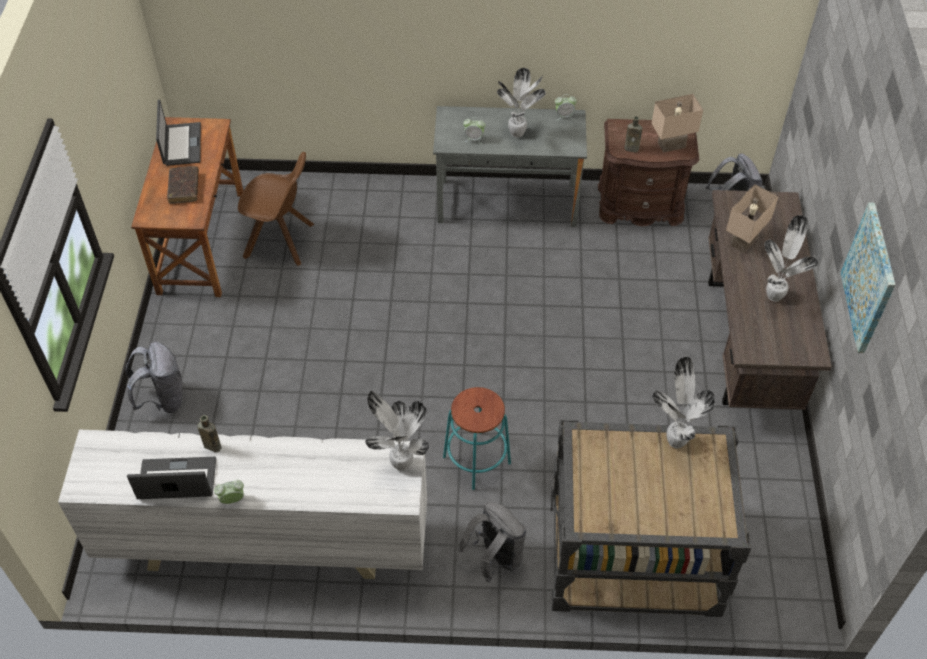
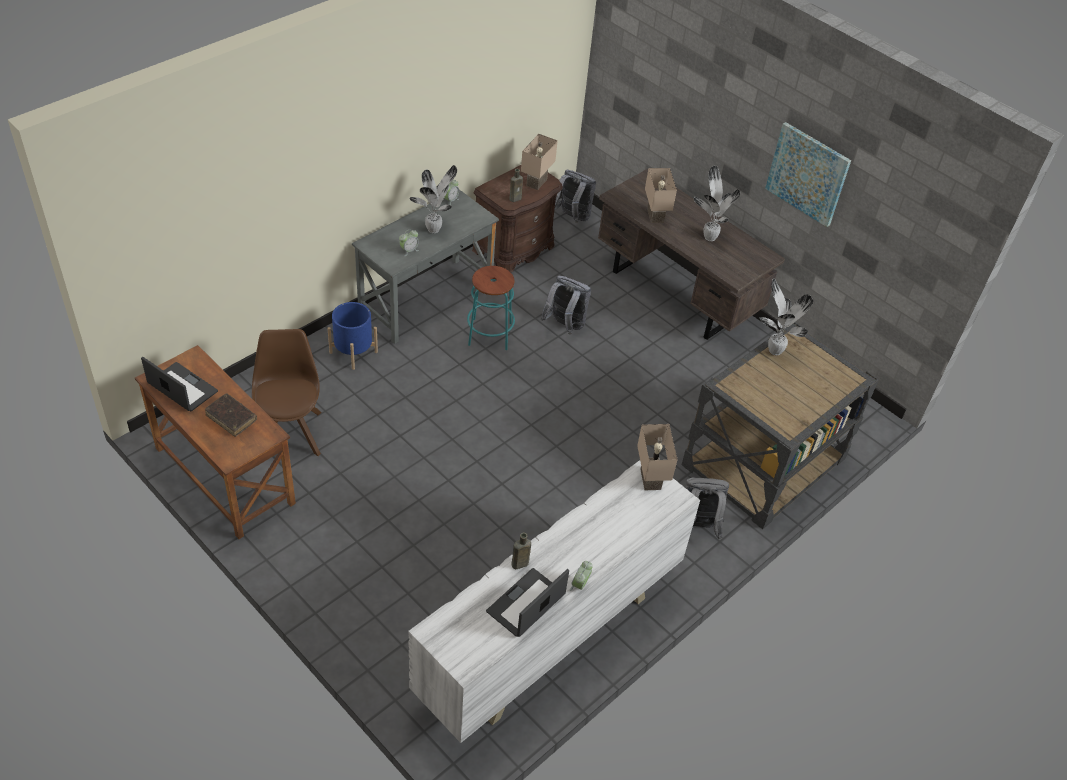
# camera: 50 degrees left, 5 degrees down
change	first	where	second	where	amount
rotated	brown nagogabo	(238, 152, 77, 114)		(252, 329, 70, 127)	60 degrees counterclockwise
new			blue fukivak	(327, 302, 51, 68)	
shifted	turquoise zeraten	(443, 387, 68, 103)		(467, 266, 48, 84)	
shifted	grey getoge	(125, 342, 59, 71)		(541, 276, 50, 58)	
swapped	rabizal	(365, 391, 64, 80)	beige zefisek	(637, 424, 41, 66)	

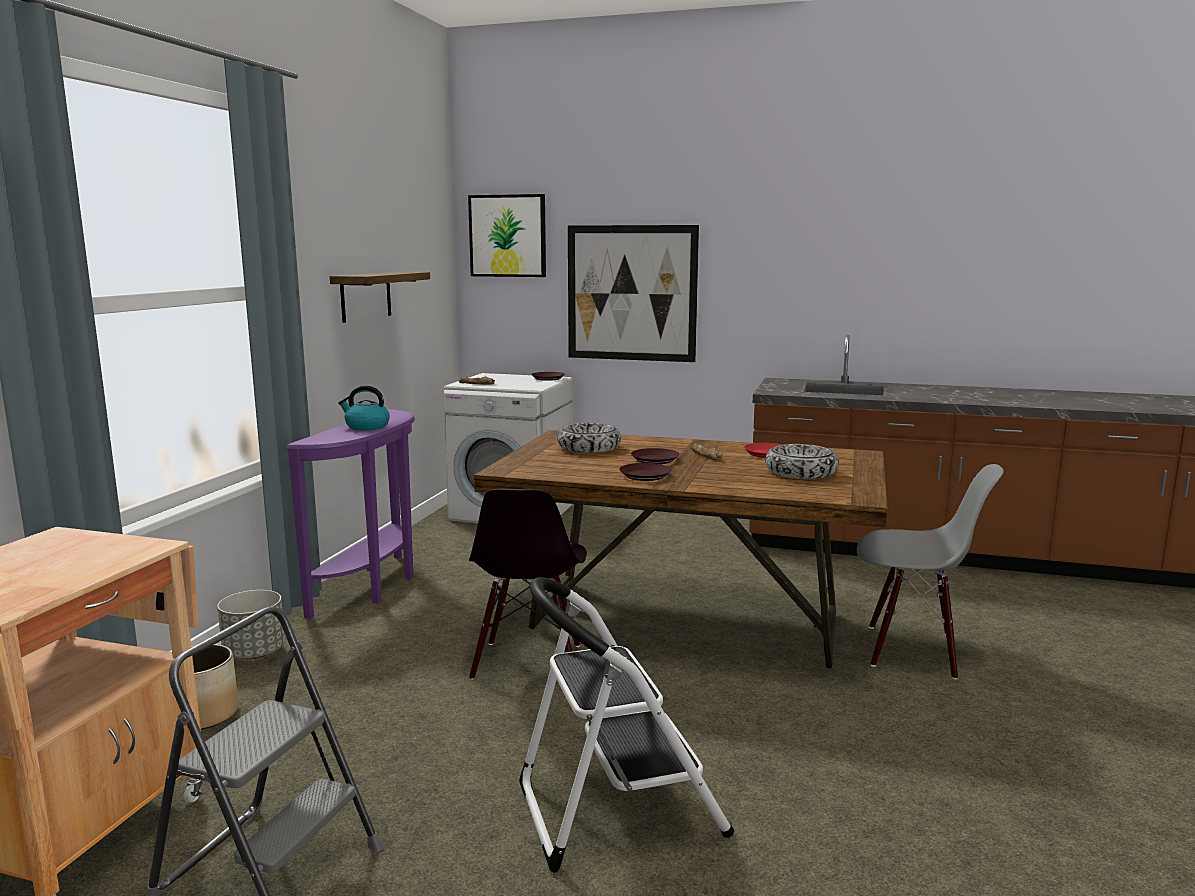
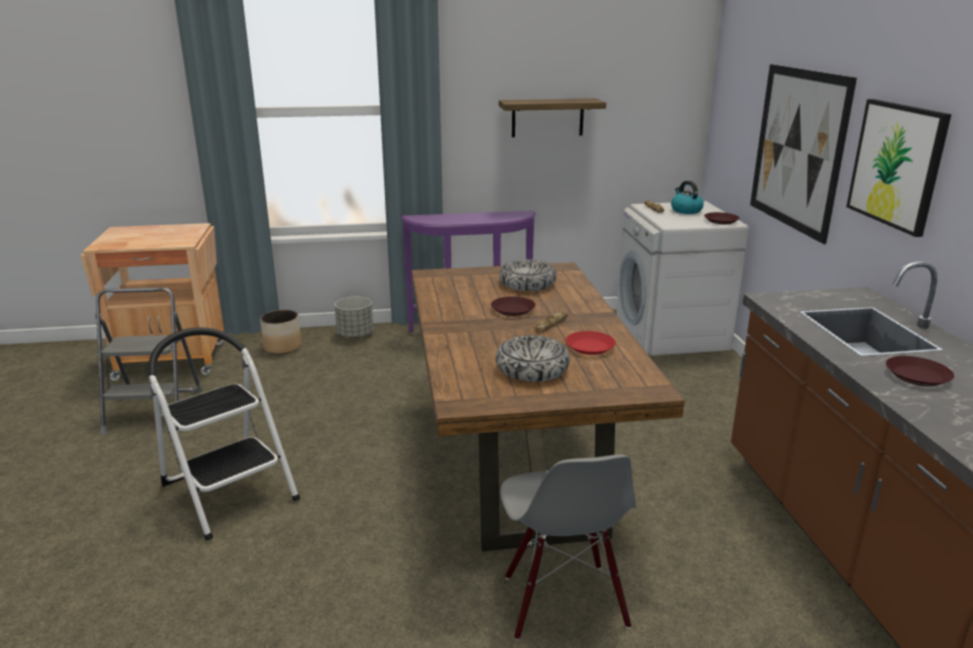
# camera: 65 degrees right, 10 degrees up
change	first	where	second	where	amount
shifted	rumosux	(338, 386, 52, 44)		(671, 181, 33, 33)	
shifted	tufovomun	(468, 194, 78, 83)		(846, 99, 105, 138)	
shifted	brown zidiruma	(619, 463, 52, 18)		(886, 356, 68, 30)	
gone	black nagogabo	(469, 489, 118, 191)			

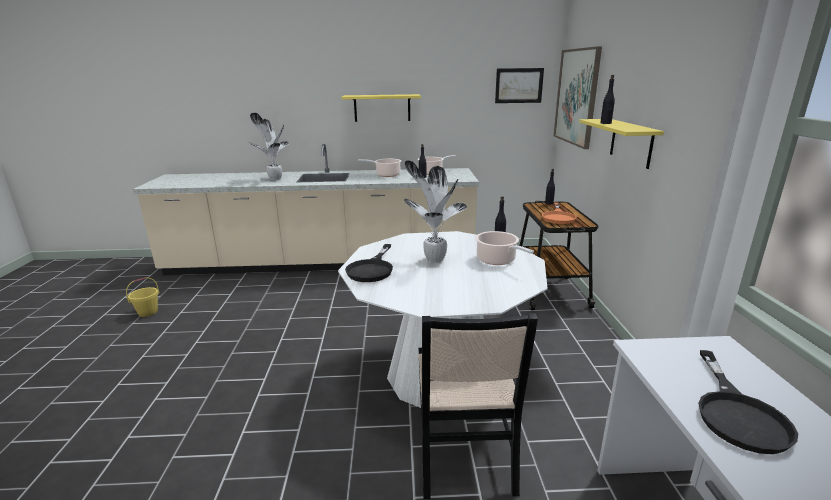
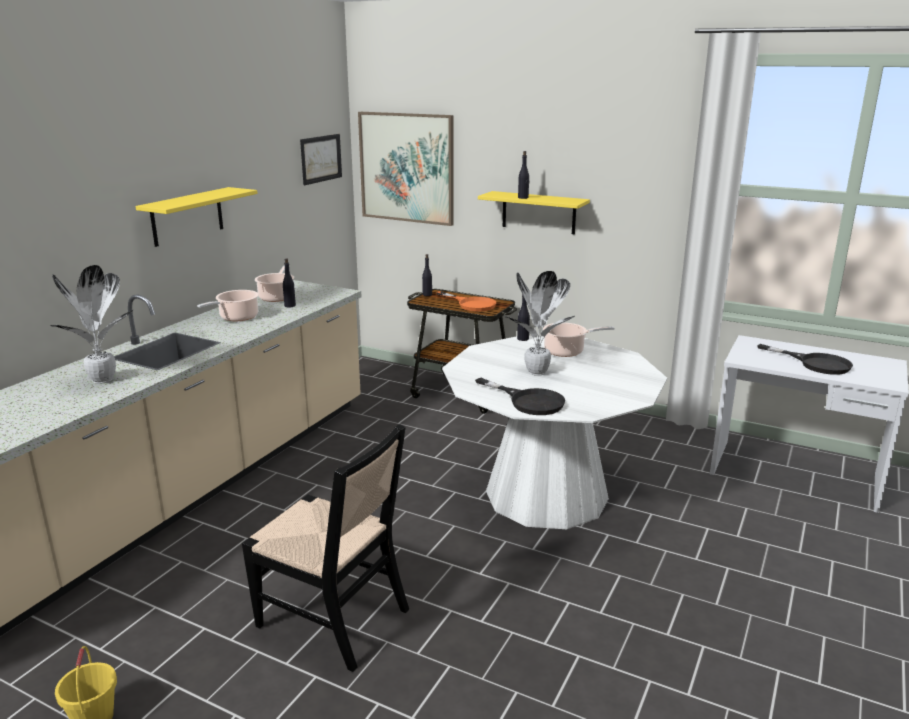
# camera: 60 degrees left, 0 degrees up
change	first	where	second	where	amount
shifted	nagogabo	(419, 313, 119, 186)		(242, 424, 167, 248)	

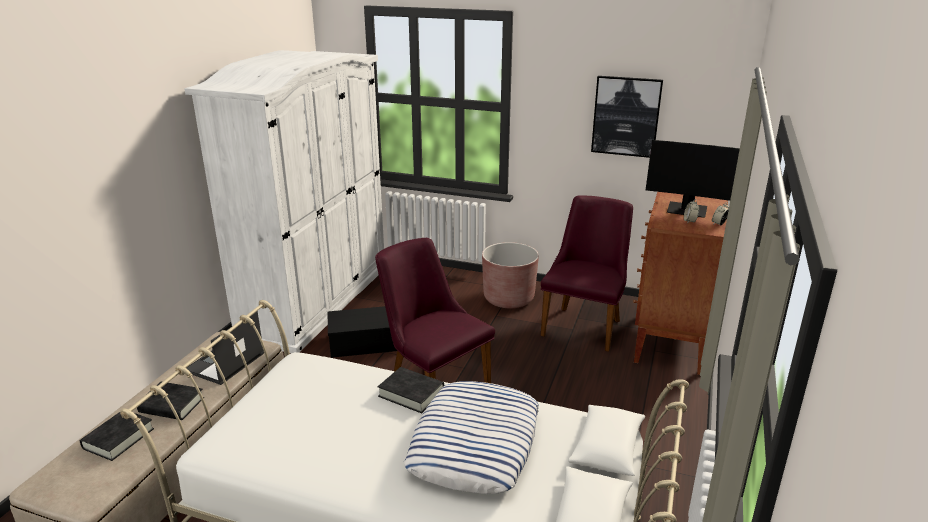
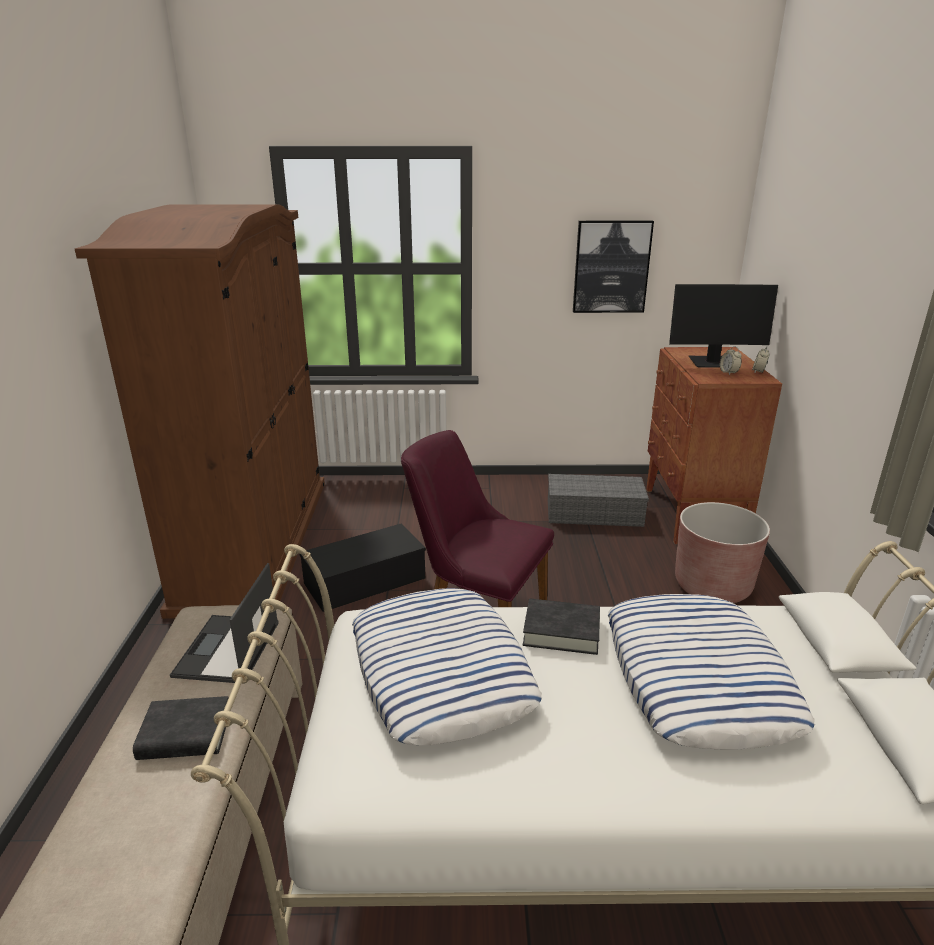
# camera: 20 degrees left, 0 degrees up
change	first	where	second	where	amount
repainted	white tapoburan	(184, 50, 200, 303)	brown tapoburan	(75, 204, 250, 415)	
new			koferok	(352, 588, 190, 157)	
swapped	purple nagogabo	(541, 196, 92, 156)	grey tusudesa	(548, 474, 101, 53)	
shifted	brown fukivak	(482, 242, 57, 66)		(675, 502, 95, 101)	
gone	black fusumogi	(80, 412, 74, 49)			

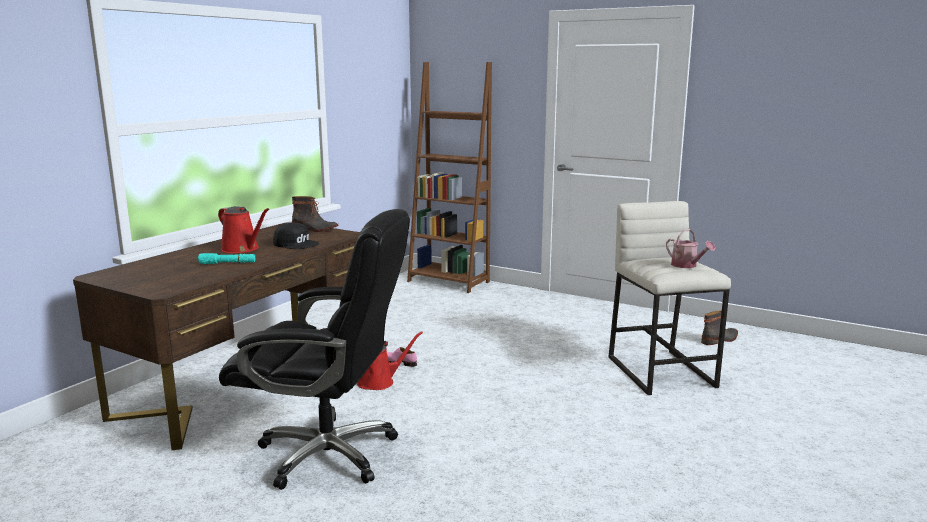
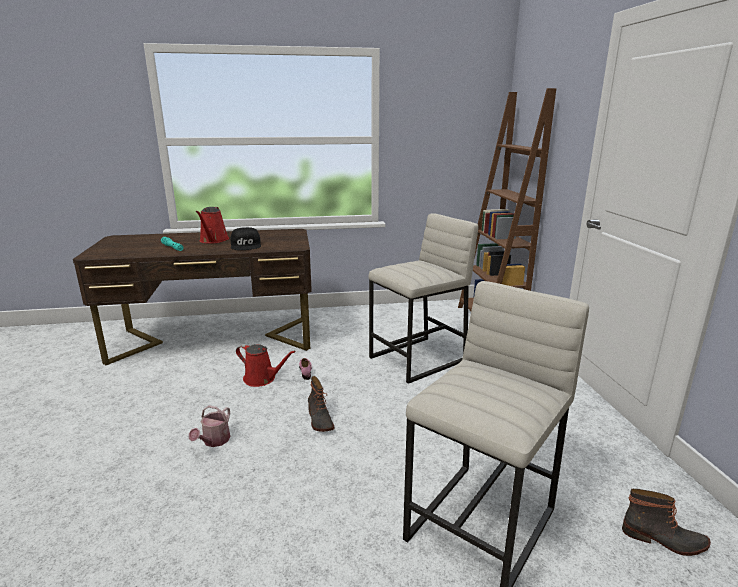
# camera: 50 degrees right, 5 degrees up
change	first	where	second	where	amount
shifted	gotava	(666, 229, 49, 39)		(189, 405, 41, 42)	
shifted	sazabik	(292, 196, 46, 36)		(308, 376, 26, 56)	
new			beige zeraten	(368, 213, 111, 171)	
gone	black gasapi	(219, 209, 191, 281)			

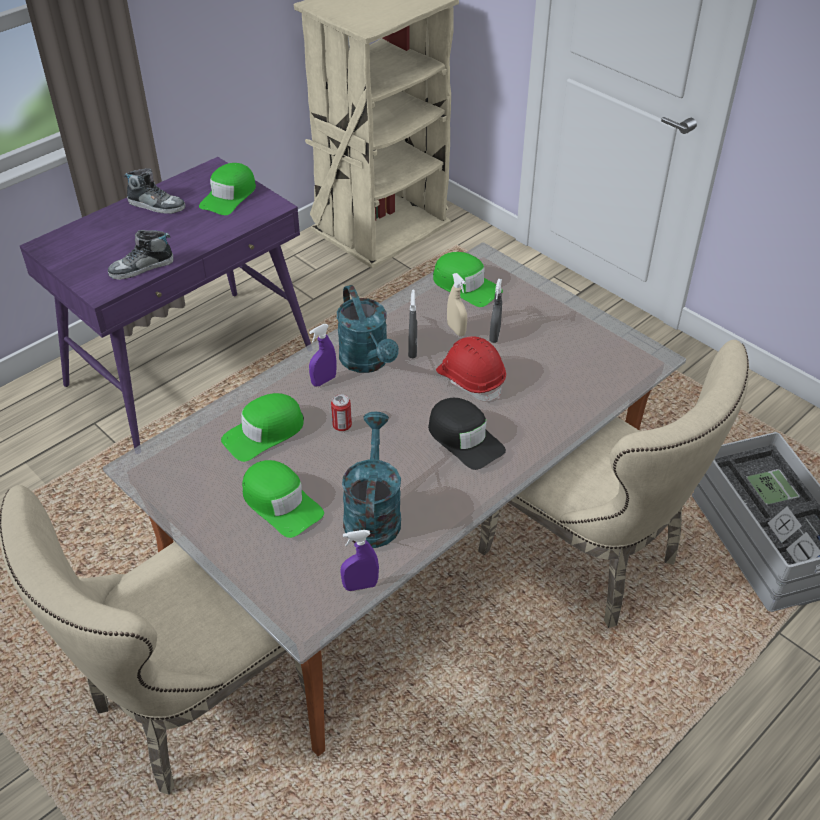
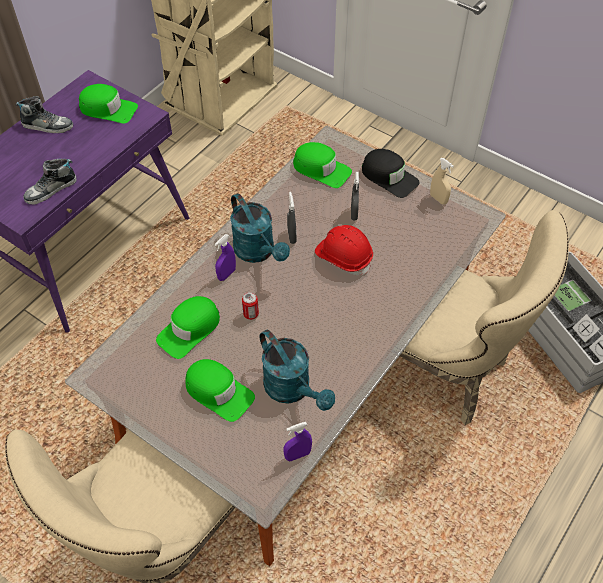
# camera: 10 degrees left, 10 degrees up
change	first	where	second	where	amount
rotated	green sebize	(199, 163, 57, 52)		(79, 84, 59, 39)	90 degrees counterclockwise
rotated	turquoise gotava	(342, 412, 59, 136)		(259, 329, 76, 82)	150 degrees clockwise
shifted	black sebize	(428, 398, 78, 72)		(362, 149, 58, 49)	
shifted	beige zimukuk	(447, 273, 20, 63)		(430, 158, 24, 47)	

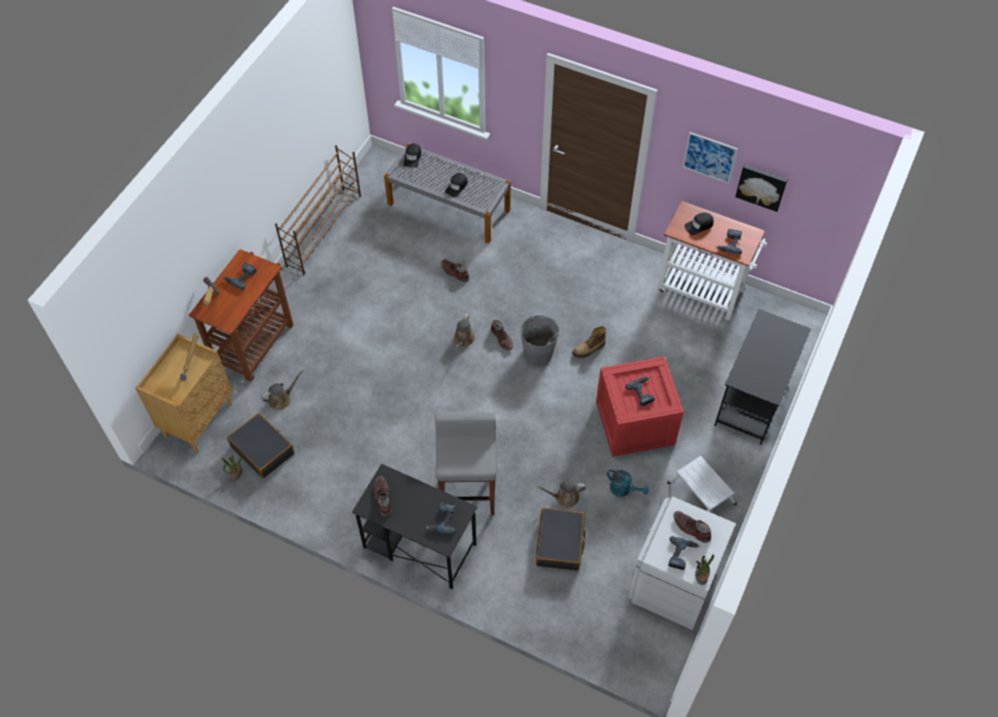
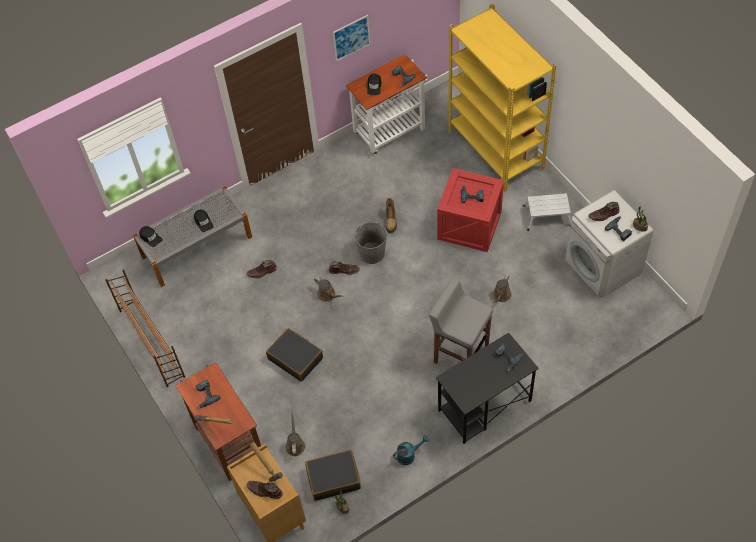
# camera: 55 degrees left, 0 degrees up
change	first	where	second	where	amount
shifted	brown sazabik	(374, 476, 17, 40)		(247, 481, 36, 18)	
shifted	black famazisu	(536, 508, 50, 63)		(266, 328, 57, 54)	
shifted	turquoise gotava	(607, 469, 42, 28)		(393, 435, 36, 30)	
swapped	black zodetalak	(714, 309, 97, 136)	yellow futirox	(448, 3, 108, 189)	
gone	tufovomun	(735, 165, 52, 47)			

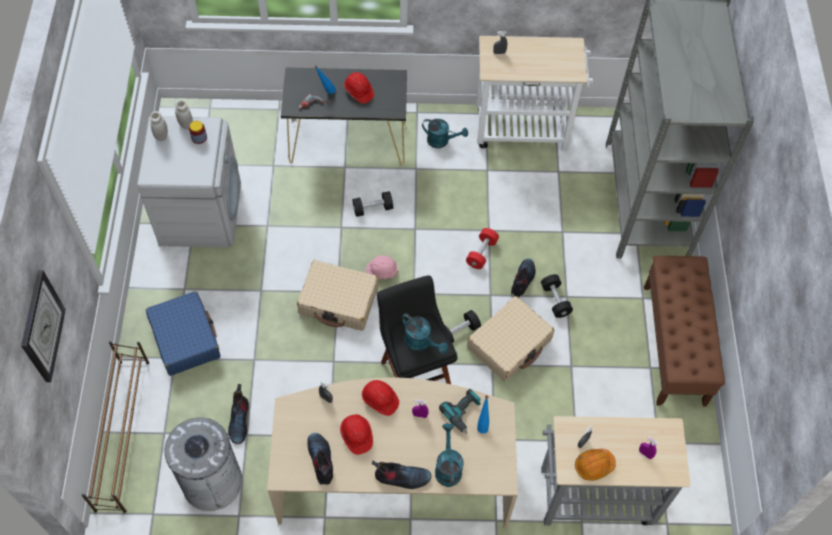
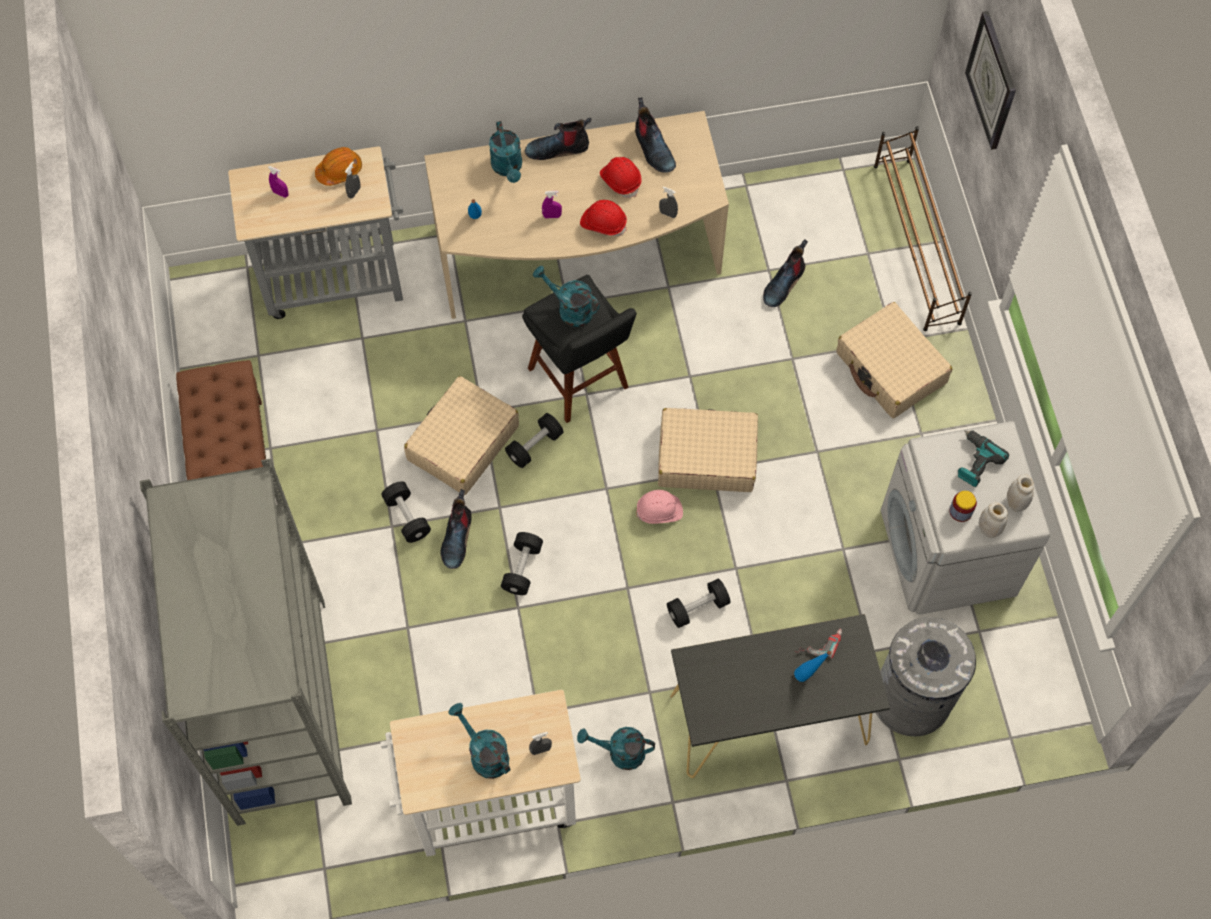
# camera: 170 degrees right, 5 degrees up
change	first	where	second	where	amount
new			turquoise gotava	(449, 703, 62, 76)	
repainted	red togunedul	(466, 228, 33, 41)	black togunedul	(501, 532, 42, 63)	
rotated	sazabik	(228, 384, 21, 60)		(763, 239, 45, 68)	135 degrees counterclockwise
repainted	blue famazisu	(146, 291, 75, 85)	beige famazisu	(836, 302, 116, 116)	
shifted	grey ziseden	(164, 417, 79, 94)		(875, 617, 101, 119)	
shifted	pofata	(439, 389, 42, 44)		(958, 430, 51, 57)	
gone	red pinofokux	(344, 72, 30, 32)			

